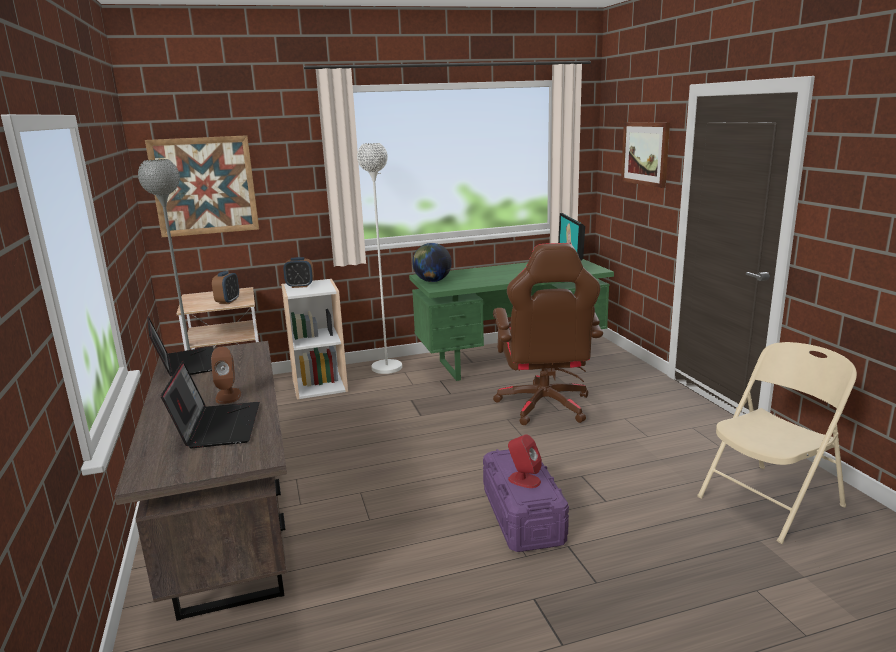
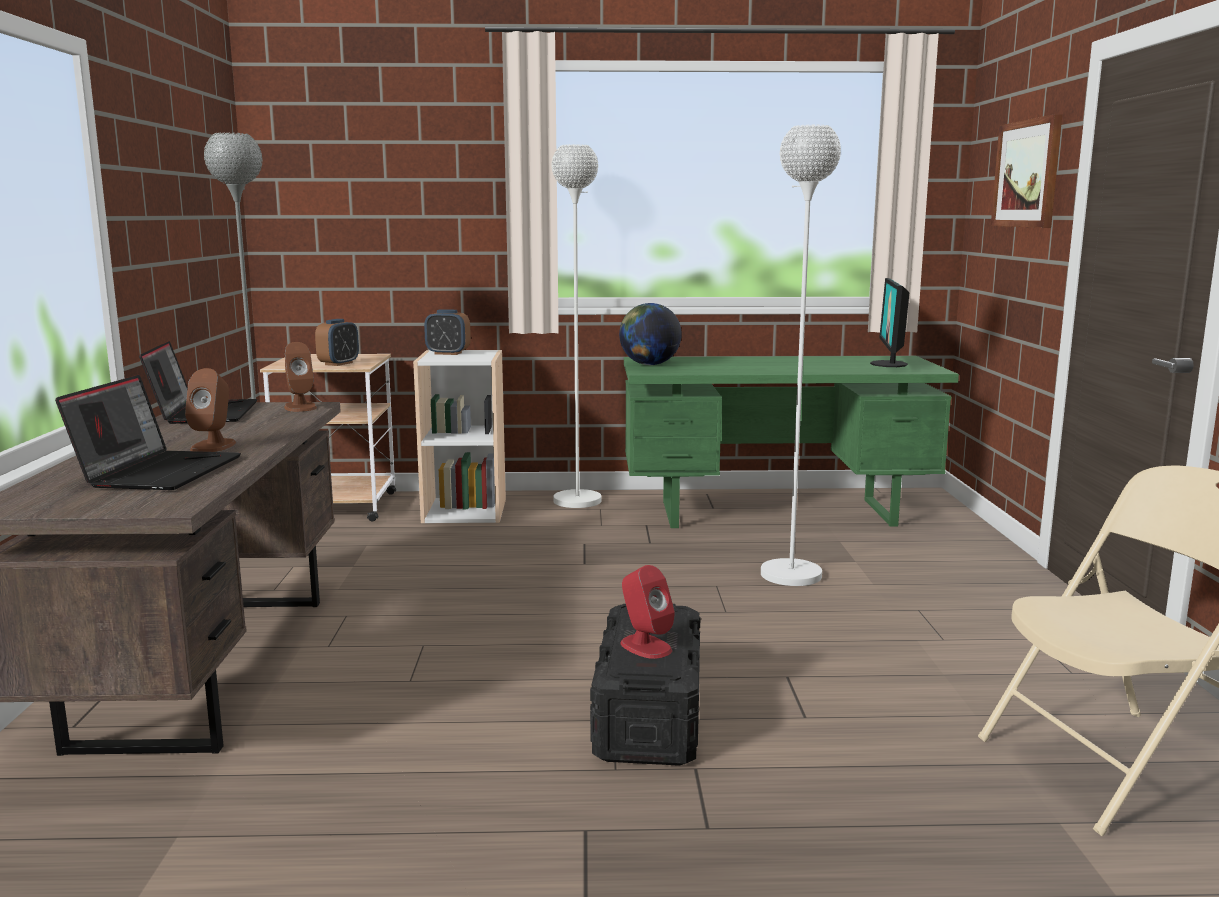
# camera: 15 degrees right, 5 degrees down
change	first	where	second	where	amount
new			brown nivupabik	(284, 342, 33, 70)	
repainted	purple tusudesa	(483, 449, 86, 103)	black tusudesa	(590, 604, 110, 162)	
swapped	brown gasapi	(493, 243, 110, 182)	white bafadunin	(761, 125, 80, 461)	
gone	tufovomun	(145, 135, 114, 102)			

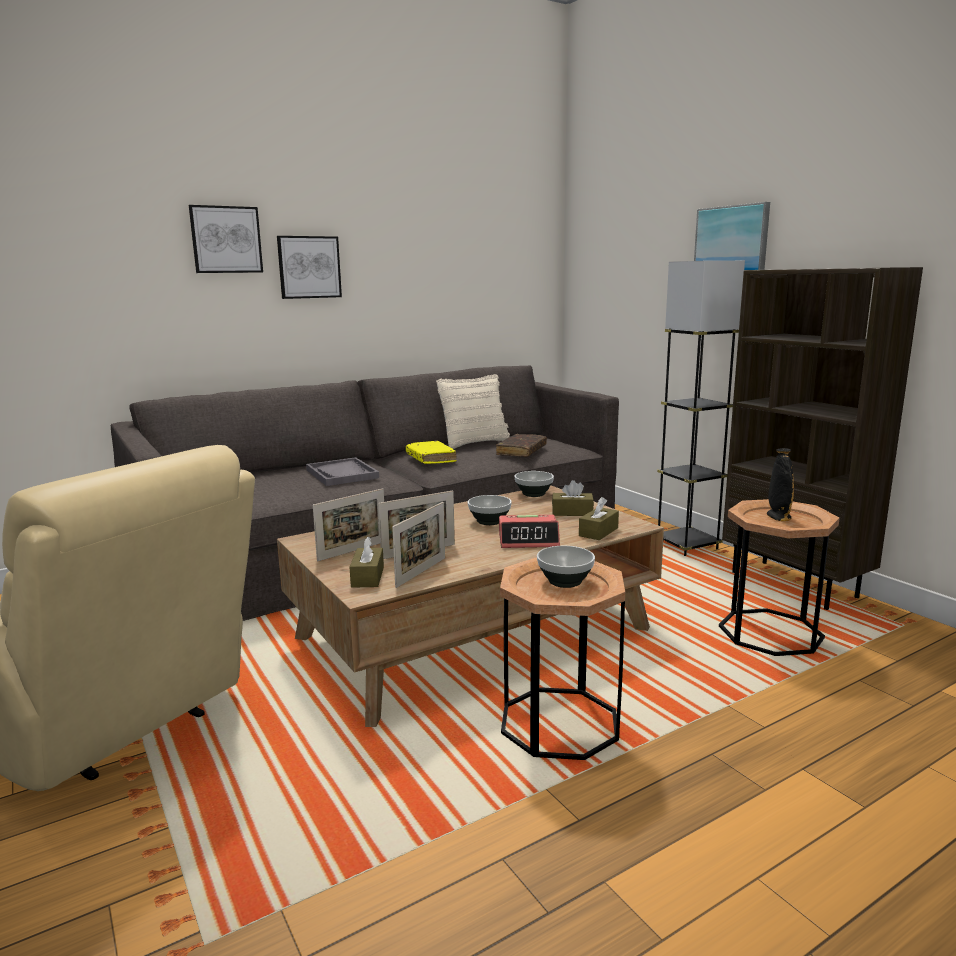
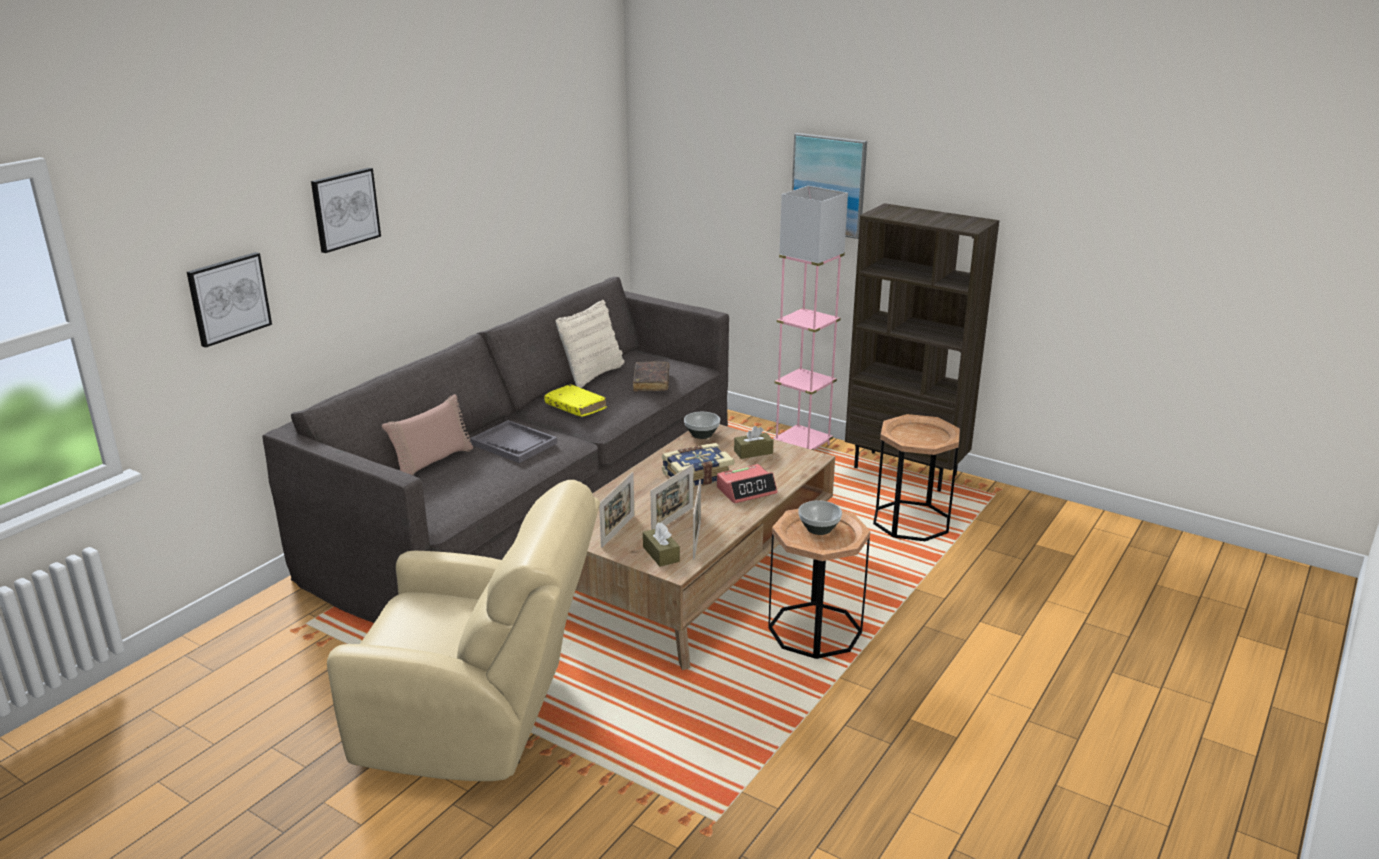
# camera: 25 degrees left, 10 degrees up
change	first	where	second	where	amount
shifted	tufovomun	(277, 236, 65, 63)		(187, 252, 85, 96)	
new			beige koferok	(382, 394, 91, 81)	
swapped	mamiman	(468, 495, 44, 30)	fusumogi	(662, 443, 72, 44)	
repainted	grey bafadunin	(657, 260, 88, 296)	pink bafadunin	(773, 186, 75, 264)	
gone	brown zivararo	(579, 497, 40, 43)			
gone	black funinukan	(767, 448, 27, 73)			

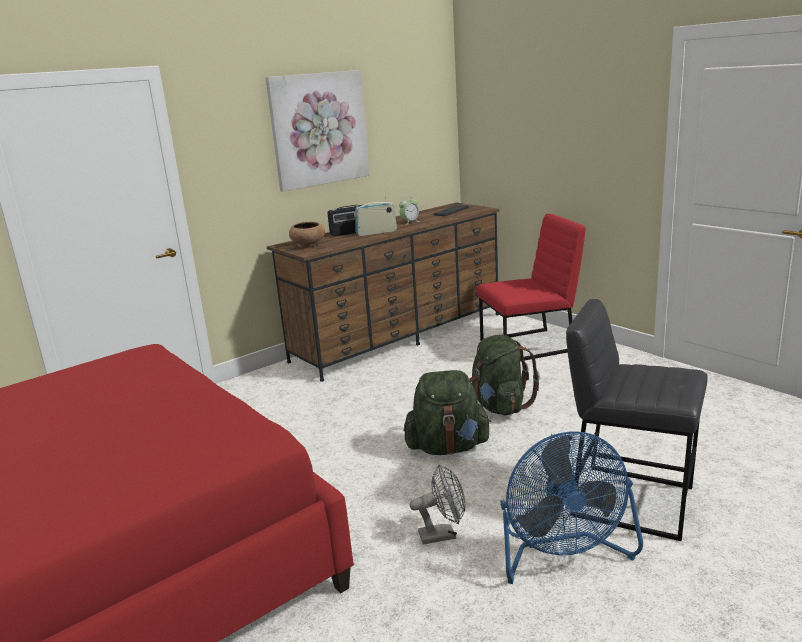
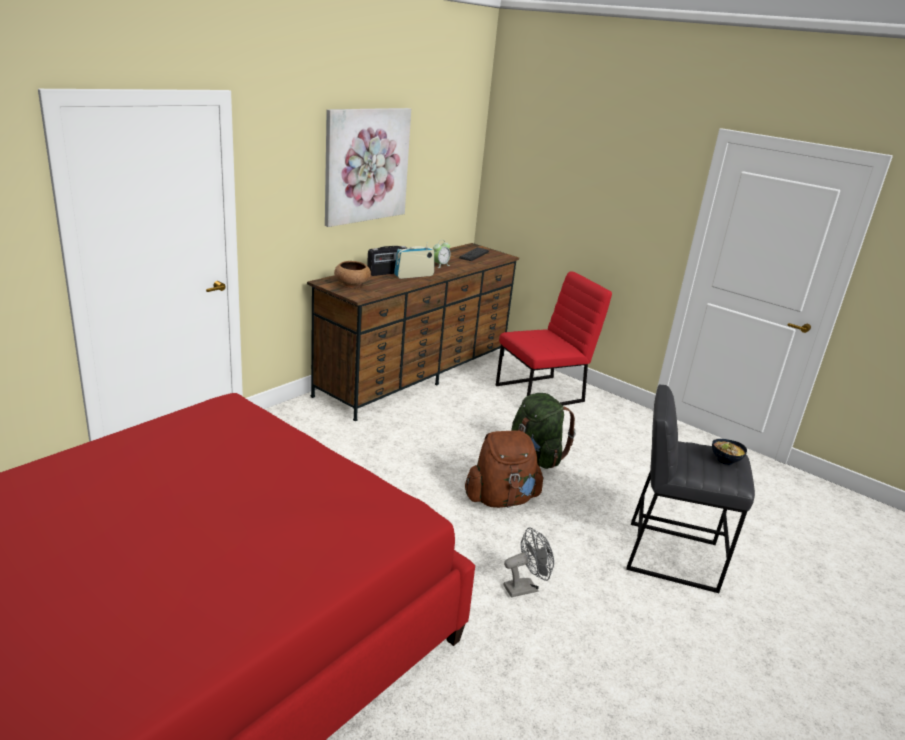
# camera: 15 degrees left, 5 degrees up
change	first	where	second	where	amount
repainted	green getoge	(404, 370, 87, 85)	brown getoge	(465, 431, 79, 77)	
new			mamiman	(712, 439, 35, 26)	
gone	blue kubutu	(501, 431, 142, 153)			

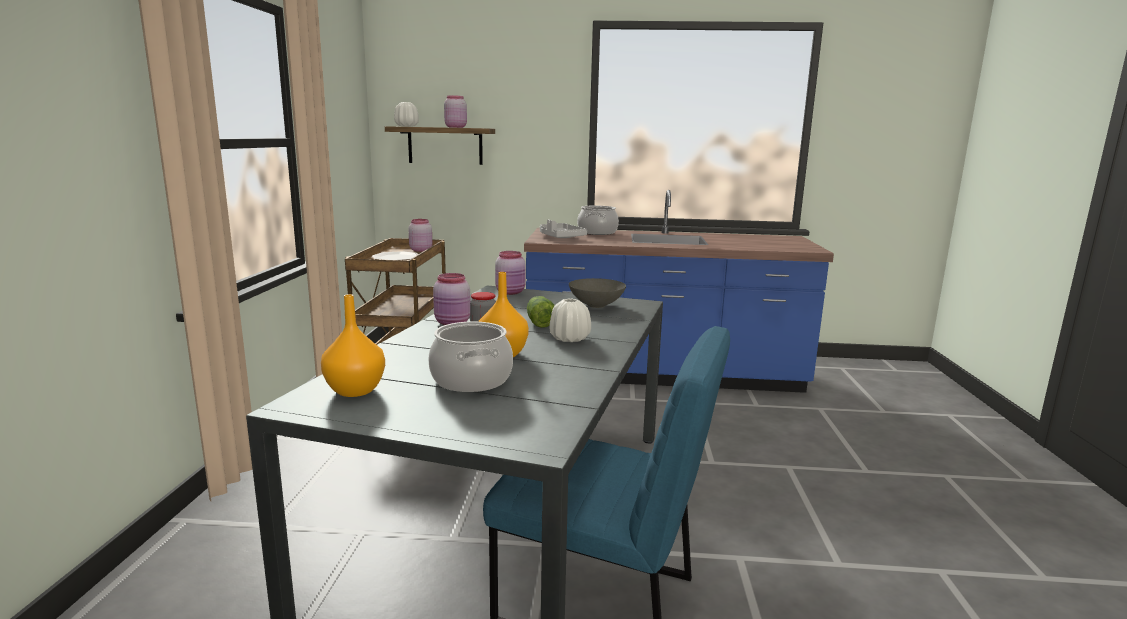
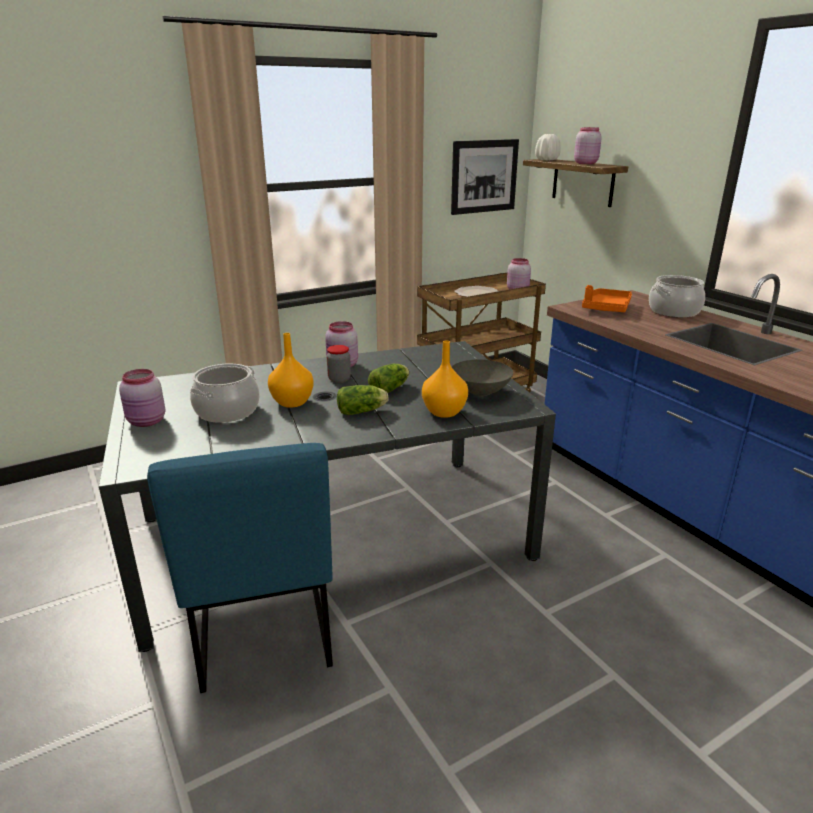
# camera: 55 degrees right, 10 degrees up
change	first	where	second	where	amount
shifted	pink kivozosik	(495, 251, 31, 44)		(119, 369, 46, 58)	
swapped	white funinukan	(550, 299, 41, 43)	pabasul	(337, 385, 51, 30)	
shifted	orange funinukan	(321, 294, 64, 103)		(422, 340, 46, 78)	
new			tufovomun	(451, 139, 68, 76)	
repainted	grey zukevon	(540, 220, 47, 18)	orange zukevon	(582, 285, 50, 27)	

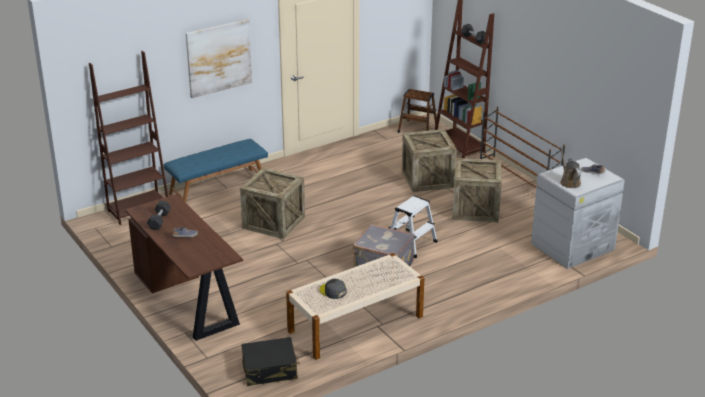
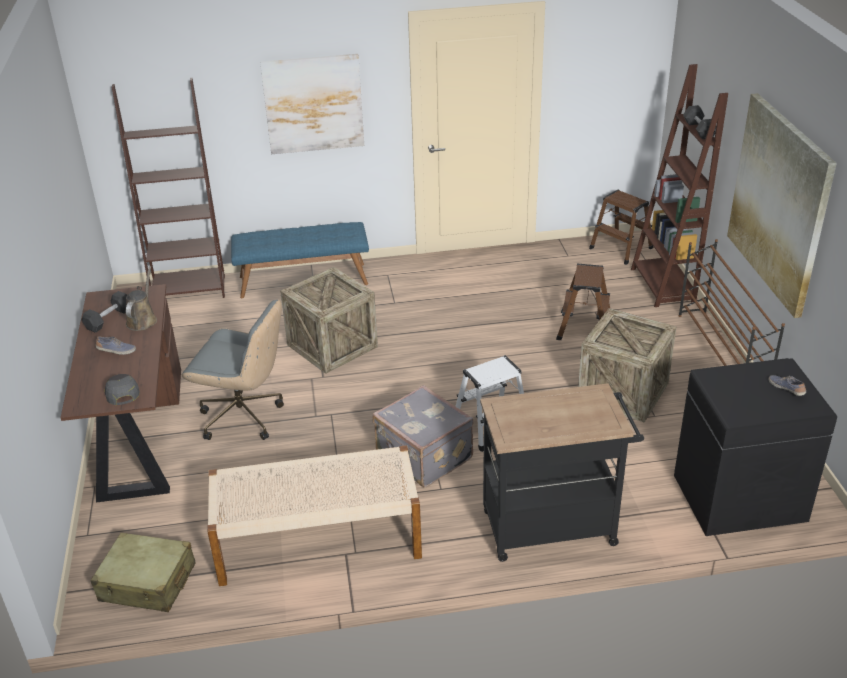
# camera: 25 degrees right, 5 degrees up
change	first	where	second	where	amount
repainted	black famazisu	(241, 337, 59, 49)	beige famazisu	(90, 533, 106, 79)	
shifted	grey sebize	(319, 279, 28, 20)		(105, 374, 35, 31)	
shifted	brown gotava	(560, 147, 21, 41)		(126, 266, 31, 65)	
new			grey gasapi	(182, 300, 102, 140)	
new			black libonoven	(480, 383, 164, 179)	
swapped	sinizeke	(402, 129, 55, 63)	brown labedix	(556, 264, 54, 76)	
repainted	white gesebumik	(531, 158, 94, 111)	black gesebumik	(674, 358, 163, 178)	
new			tufovomun	(727, 93, 110, 225)	

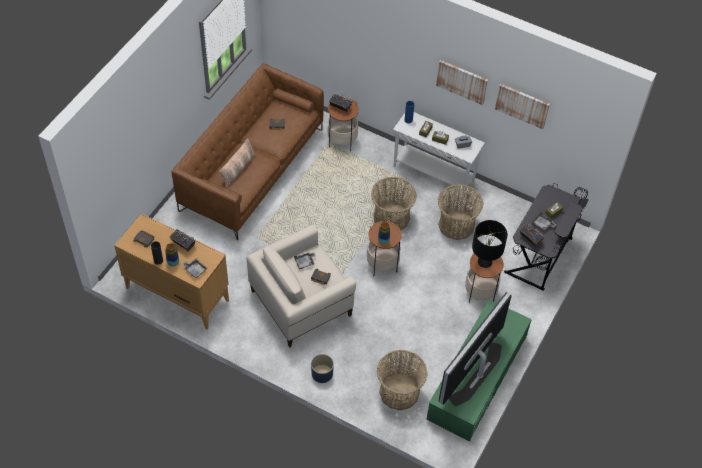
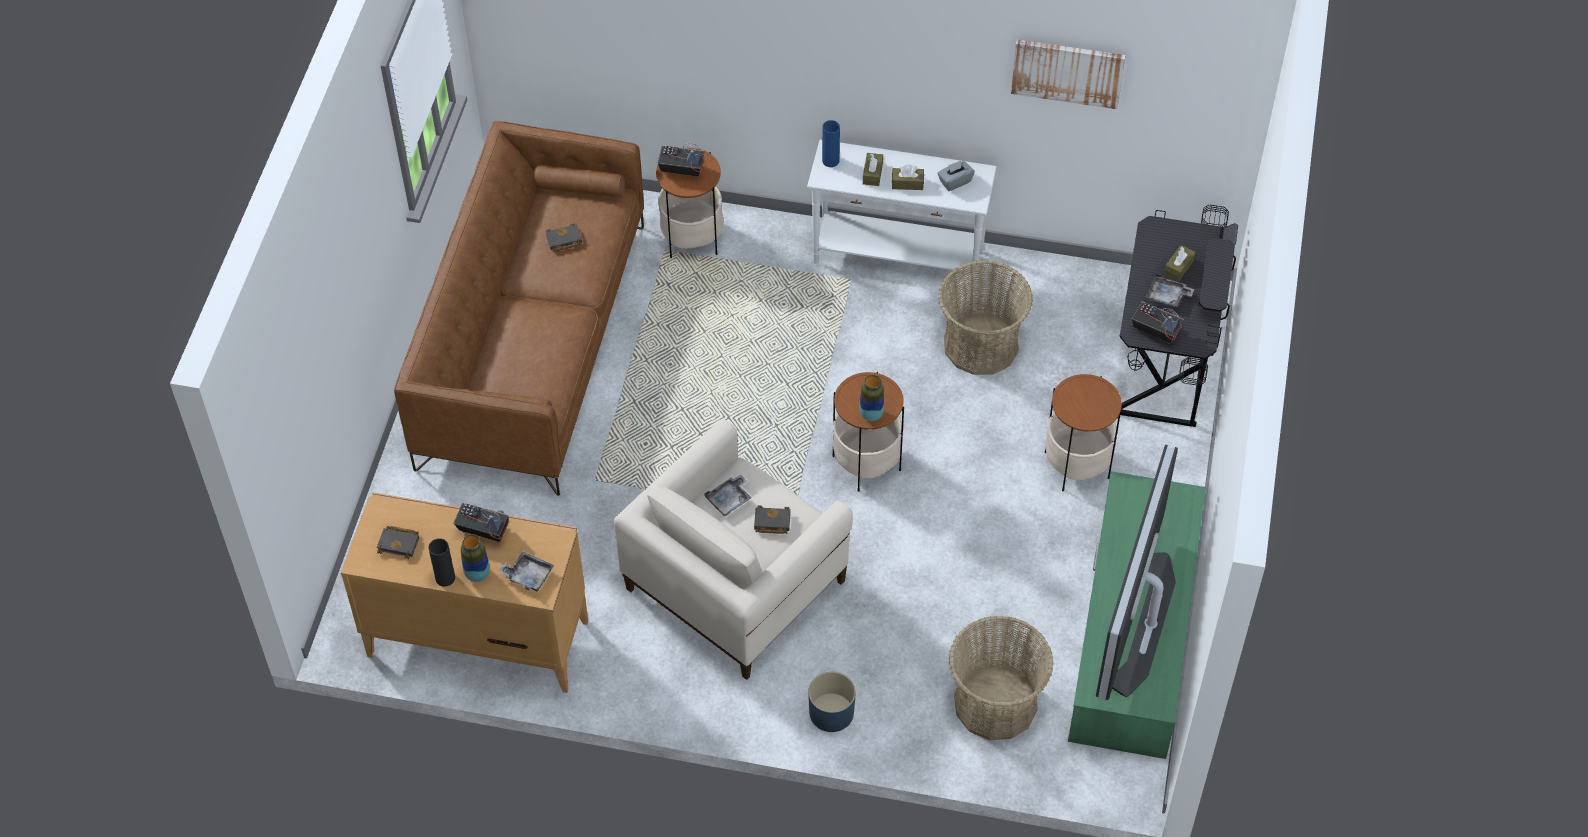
# camera: 15 degrees left, 0 degrees up
change	first	where	second	where	amount
gone	koferok	(219, 138, 37, 50)			
gone	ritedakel	(371, 177, 46, 53)			
gone	tufovomun	(436, 60, 52, 45)			
gone	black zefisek	(472, 220, 36, 48)			

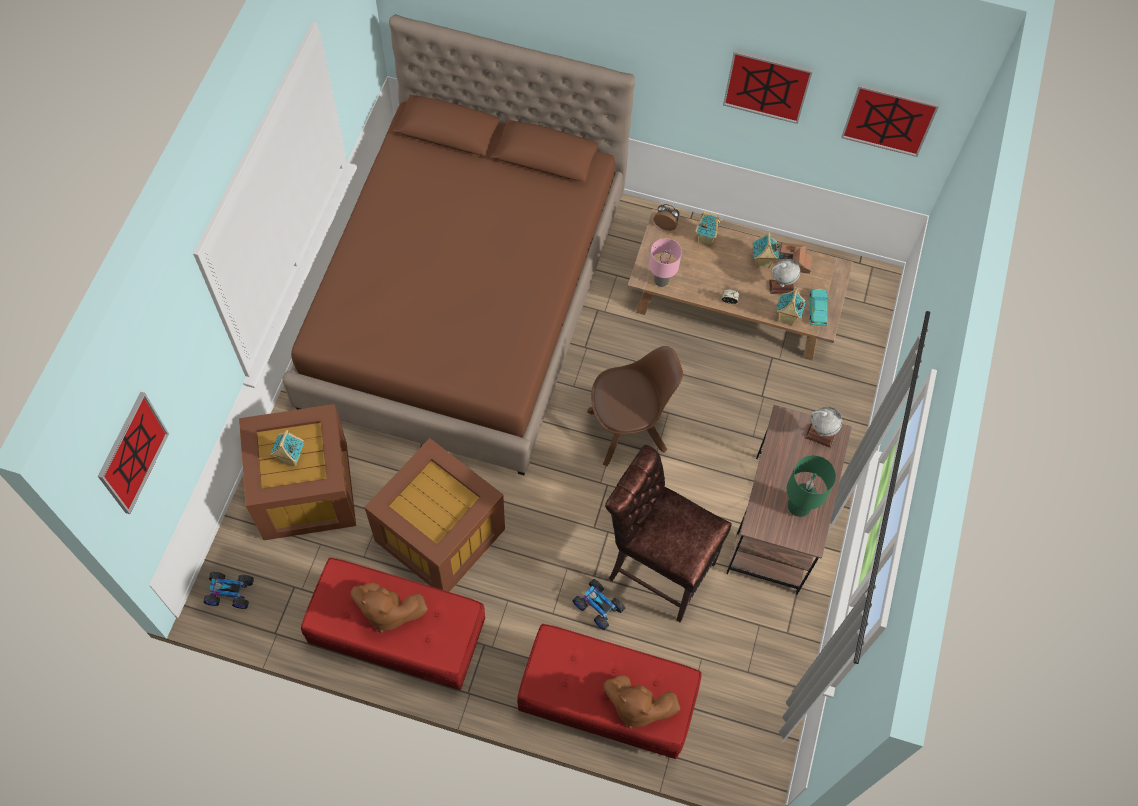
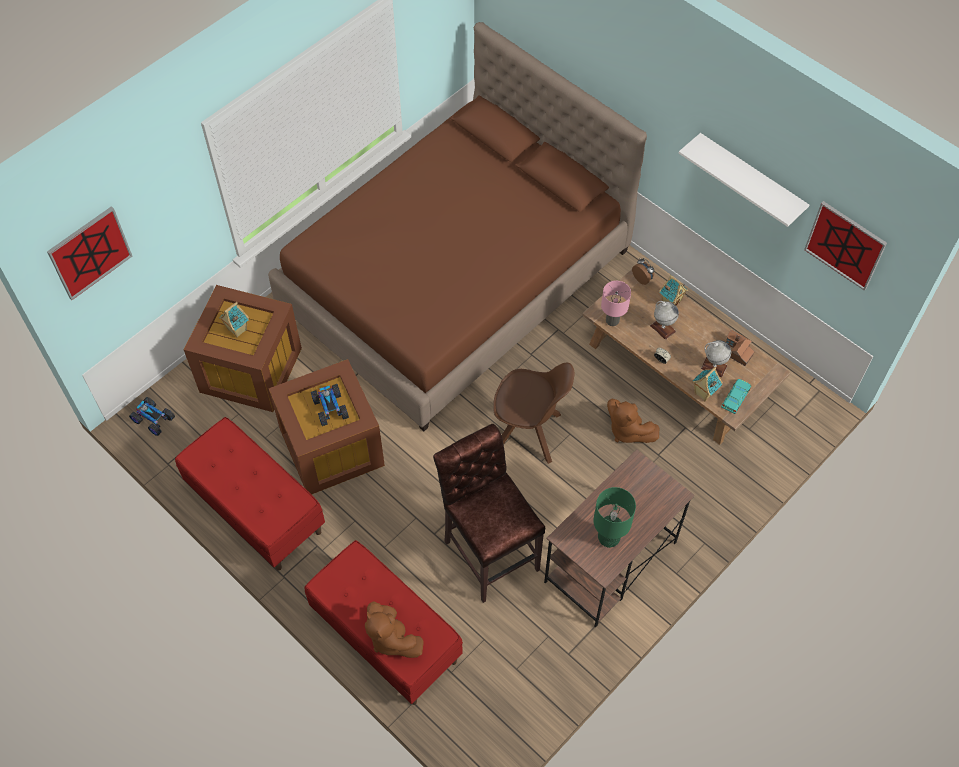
# camera: 30 degrees right, 5 degrees down
change	first	where	second	where	amount
shifted	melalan	(573, 579, 52, 51)		(311, 384, 38, 42)	
shifted	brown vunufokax	(351, 583, 77, 50)		(607, 399, 52, 44)	
shifted	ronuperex	(805, 407, 37, 41)		(650, 301, 29, 39)	
swapped	tufovomun	(723, 50, 90, 74)	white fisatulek	(679, 133, 130, 94)	
gone	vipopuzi	(753, 231, 26, 38)			

